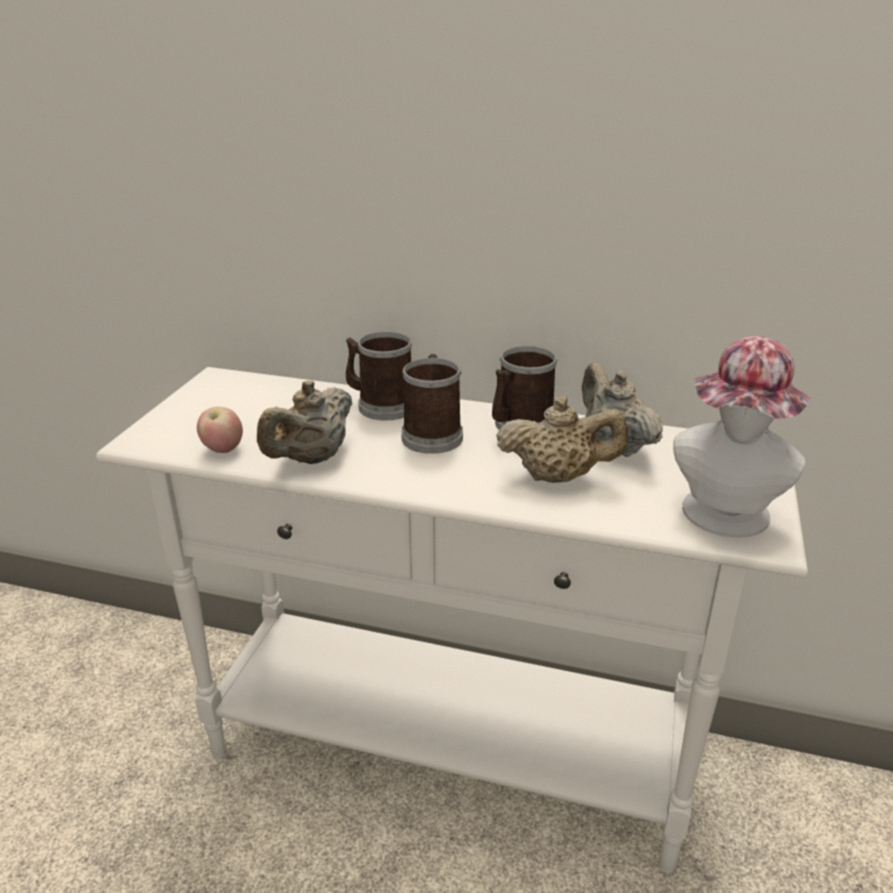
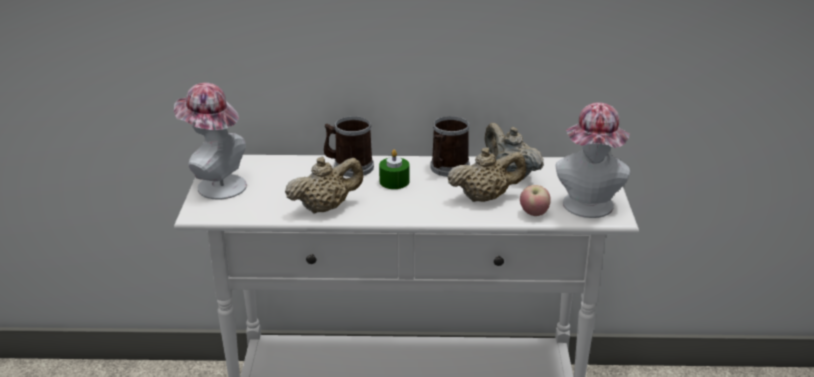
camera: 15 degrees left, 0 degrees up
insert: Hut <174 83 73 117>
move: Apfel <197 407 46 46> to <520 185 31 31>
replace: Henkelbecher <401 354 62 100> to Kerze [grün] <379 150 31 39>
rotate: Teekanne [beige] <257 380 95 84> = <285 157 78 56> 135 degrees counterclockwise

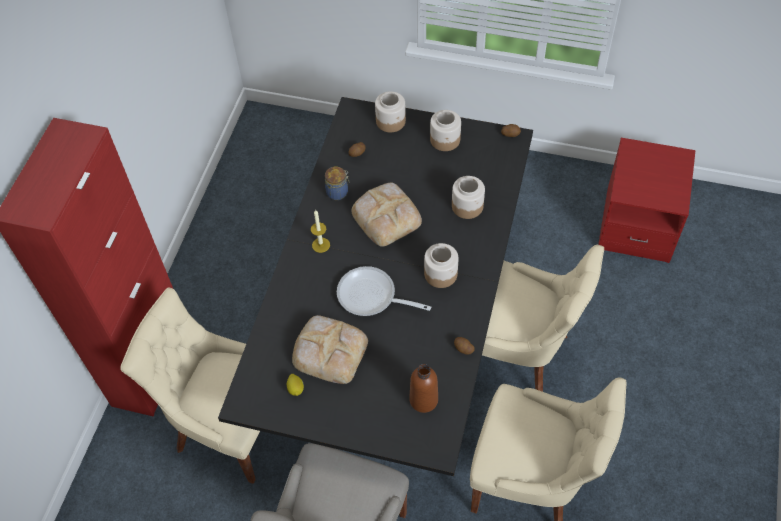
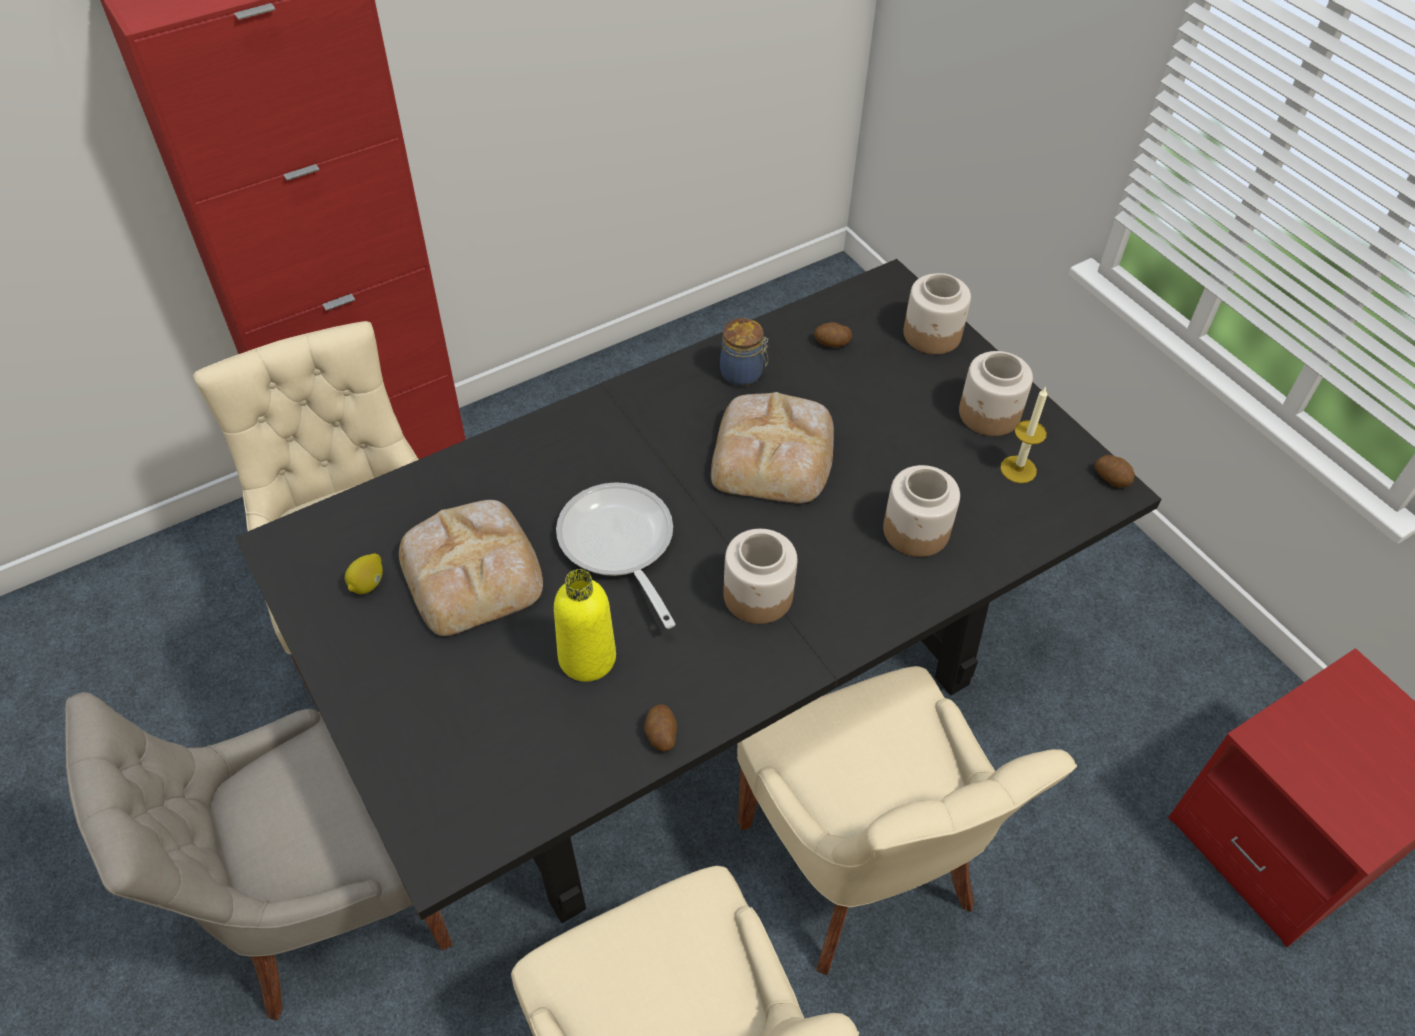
camera: 40 degrees right, 5 degrees down
delete: Flasche [braun] <409 364 29 49>
insert: Flasche [gelb] <554 569 62 113>
move: Kerze <311 210 19 43> to <1000 387 47 96>

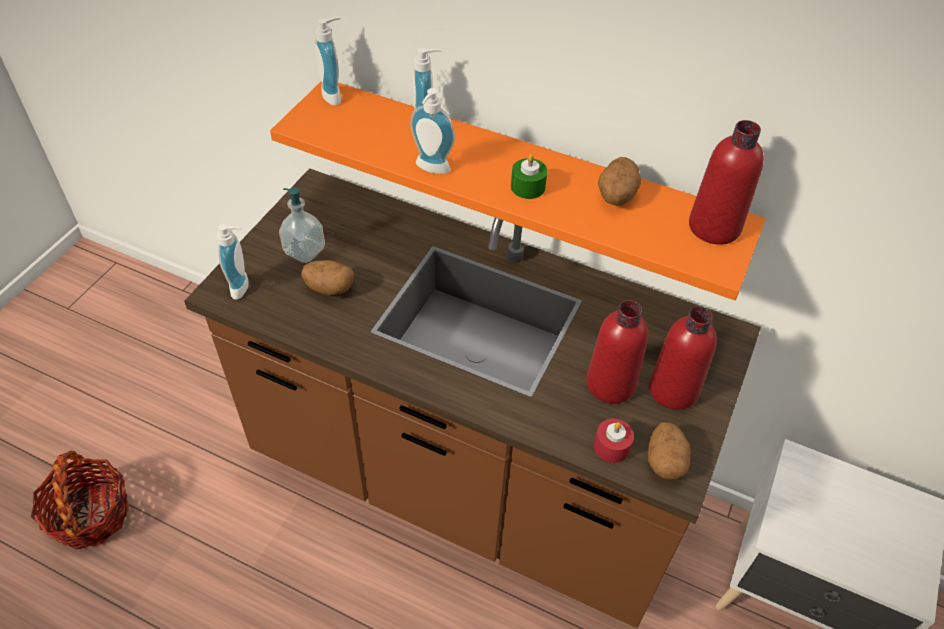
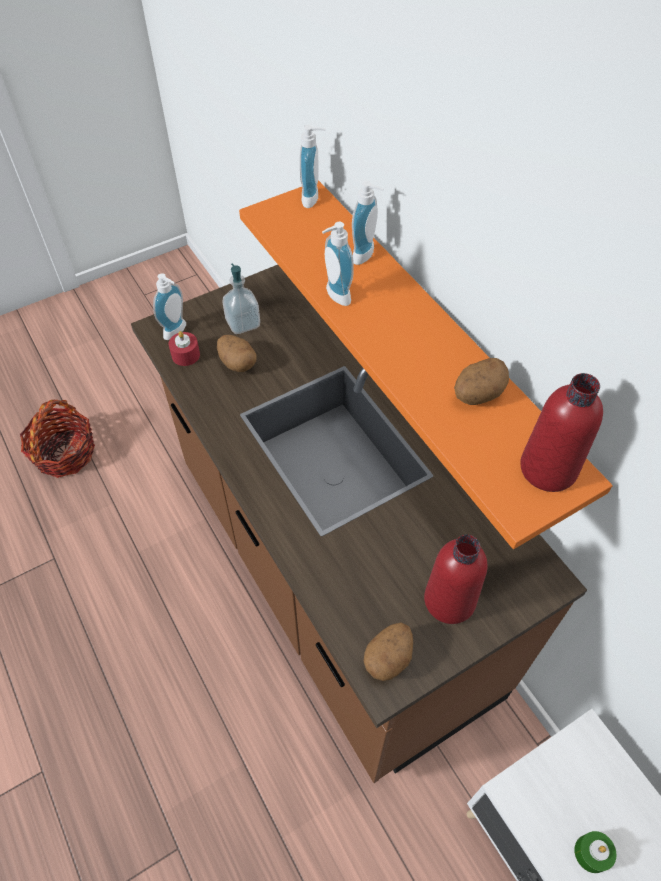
camera: 35 degrees right, 5 degrees up
delete: Flasche [rot] <586 300 62 104>
move: Kerze [grün] <511 154 36 45> to <574 831 43 42>; Kerze [rot] <594 419 40 44> to <169 331 31 35>

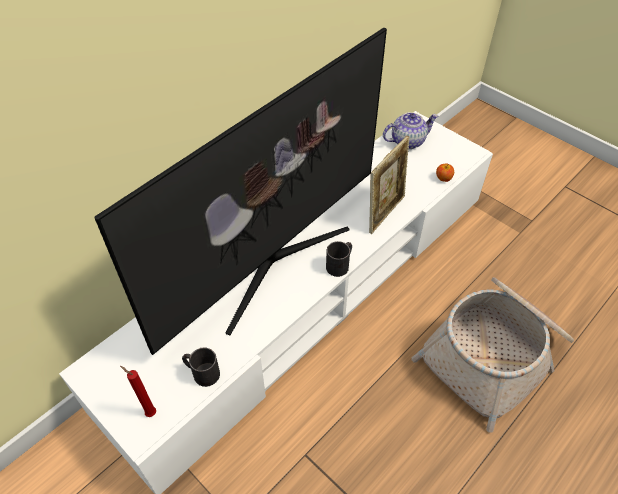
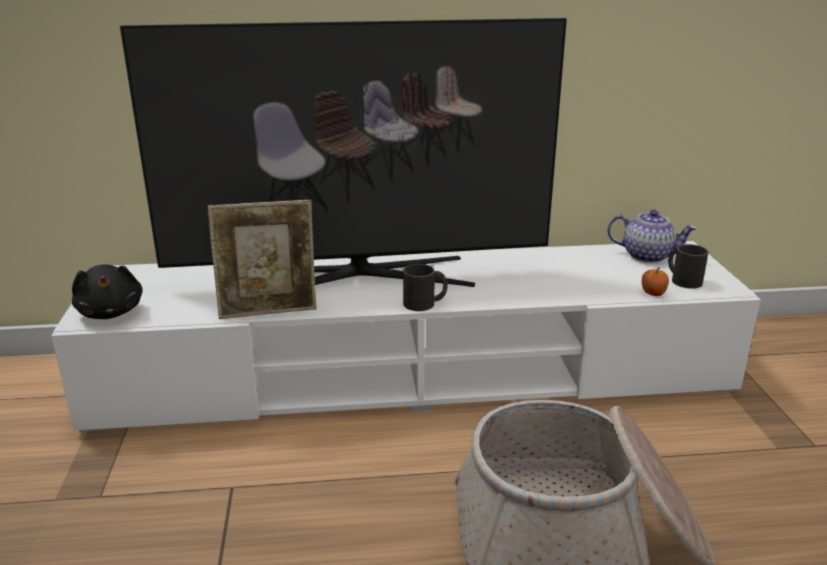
camera: 40 degrees right, 25 degrees down
move: Bilderrahmen <369 136 41 98> to <208 200 109 119>; Henkelbecher [schwarz] <182 347 38 40> to <668 244 40 45>
replace: Kerze [rot] <120 366 36 51> to Plüschtier [schwarz] <72 264 71 55>

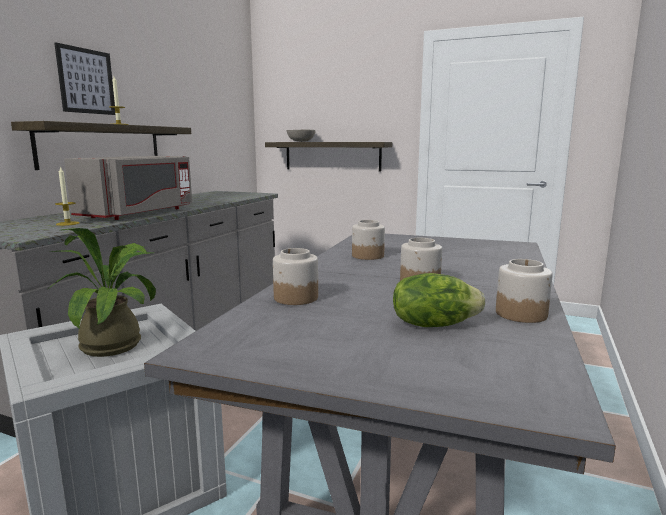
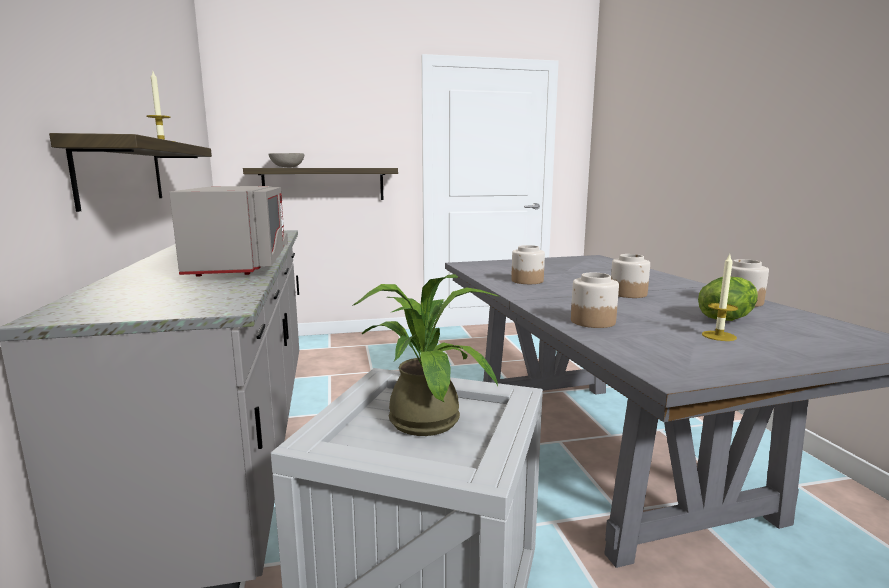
camera: 35 degrees left, 0 degrees up
delete: Bild <54 42 61 73>
move: Kerze <55 166 25 60> to <702 254 36 87>

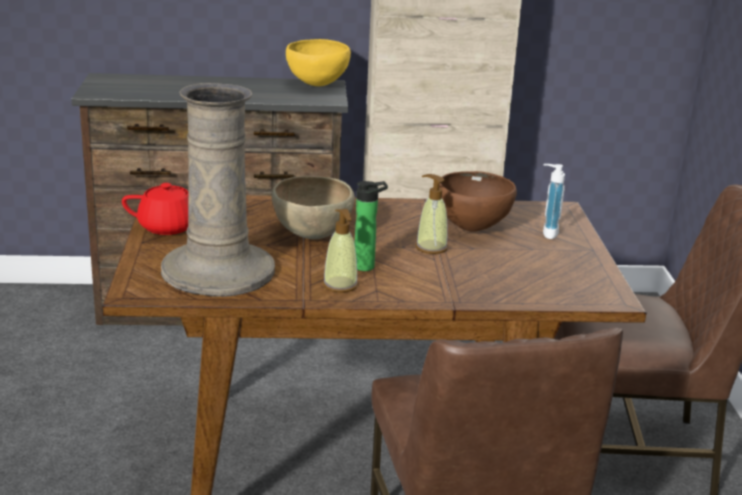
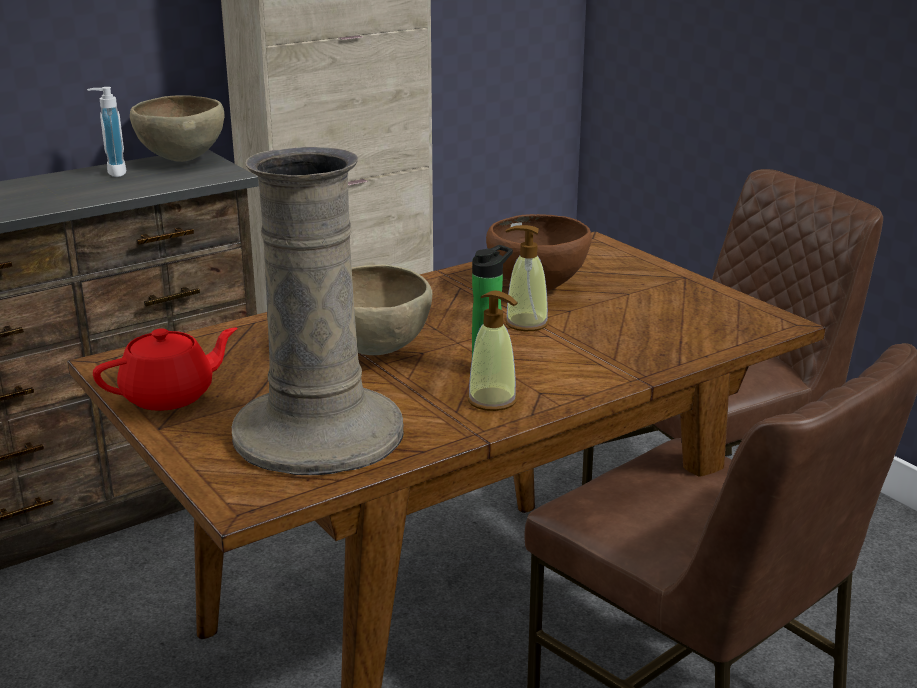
camera: 30 degrees left, 0 degrees up
move: Seifenspender <543 164 22 75> to <87 87 39 90>
recolor: Schüssel [gelb] <286 39 65 47> to Schüssel [braun] <130 95 94 67>

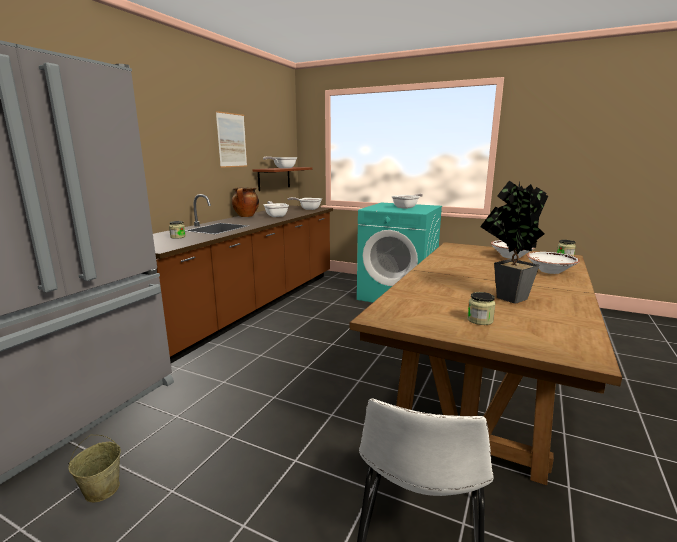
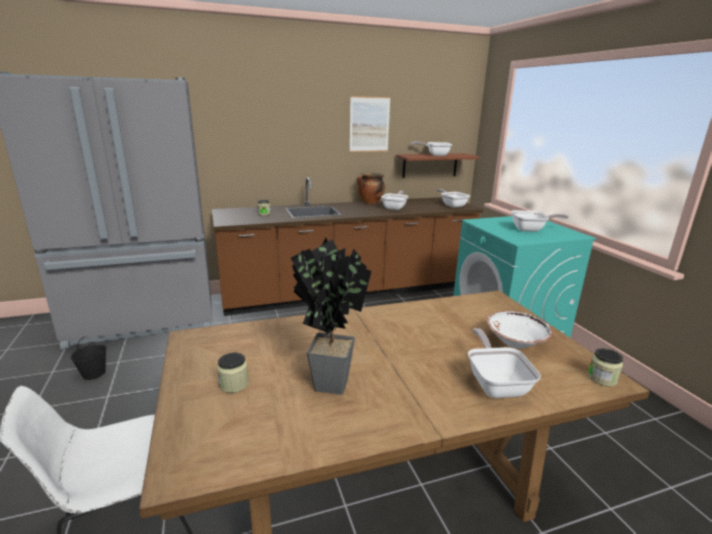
camera: 45 degrees right, 5 degrees up
replace: Schüssel [weiß] <527 252 53 22> to Pfanne <468 328 73 70>
recolor: Eimer [beige] <68 435 53 67> to Eimer [schwarz] <71 337 35 43>

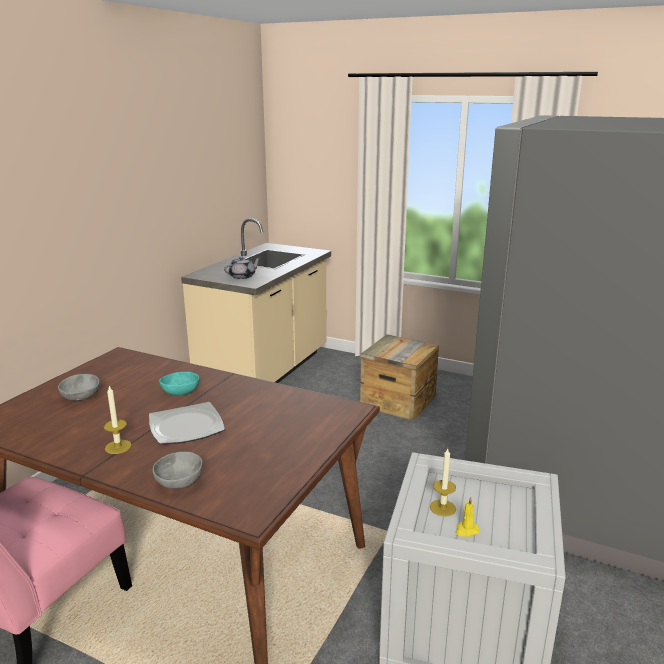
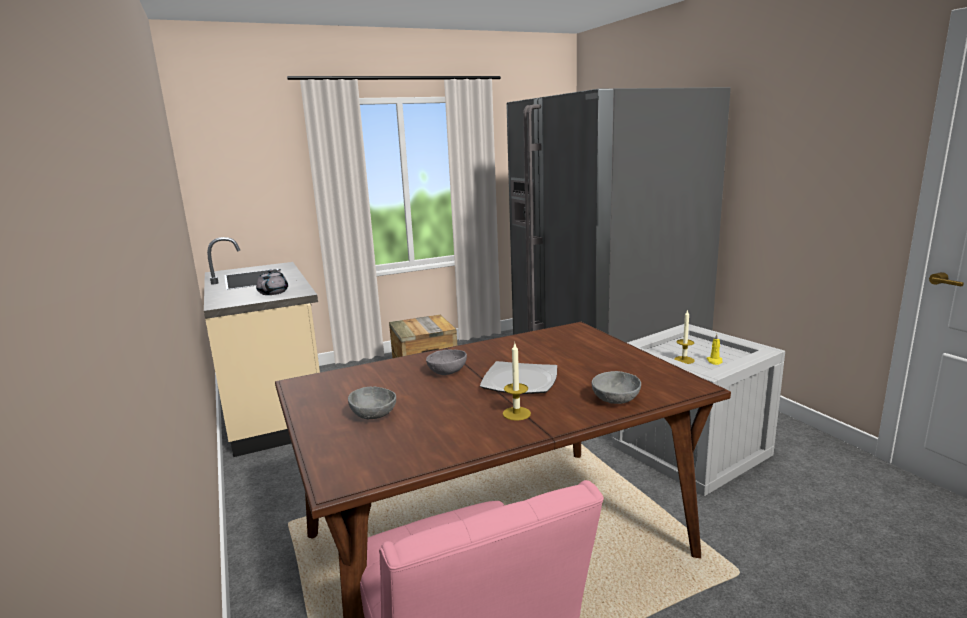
camera: 50 degrees left, 5 degrees down
recolor: Schüssel [türkis] <159 372 40 24> to Schüssel [grau] <426 350 41 25>

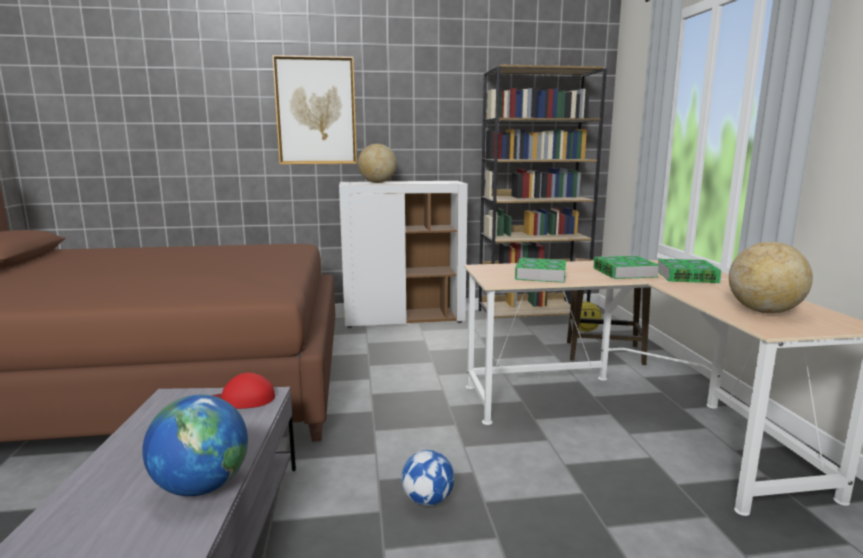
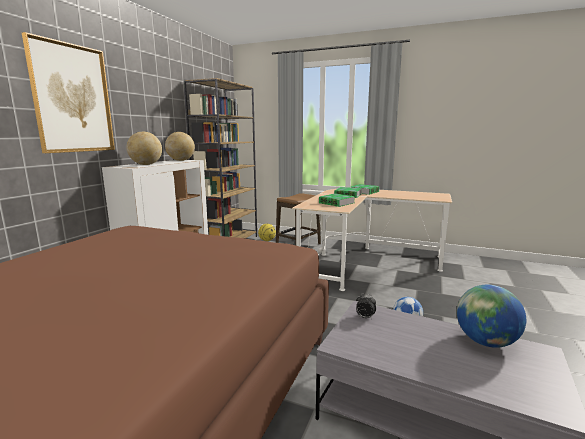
camera: 60 degrees left, 0 degrees up
move: Globus <729 242 84 72> to <165 132 30 29>
replace: Kappe [rot] <211 373 64 36> to Wecker <356 293 20 26>

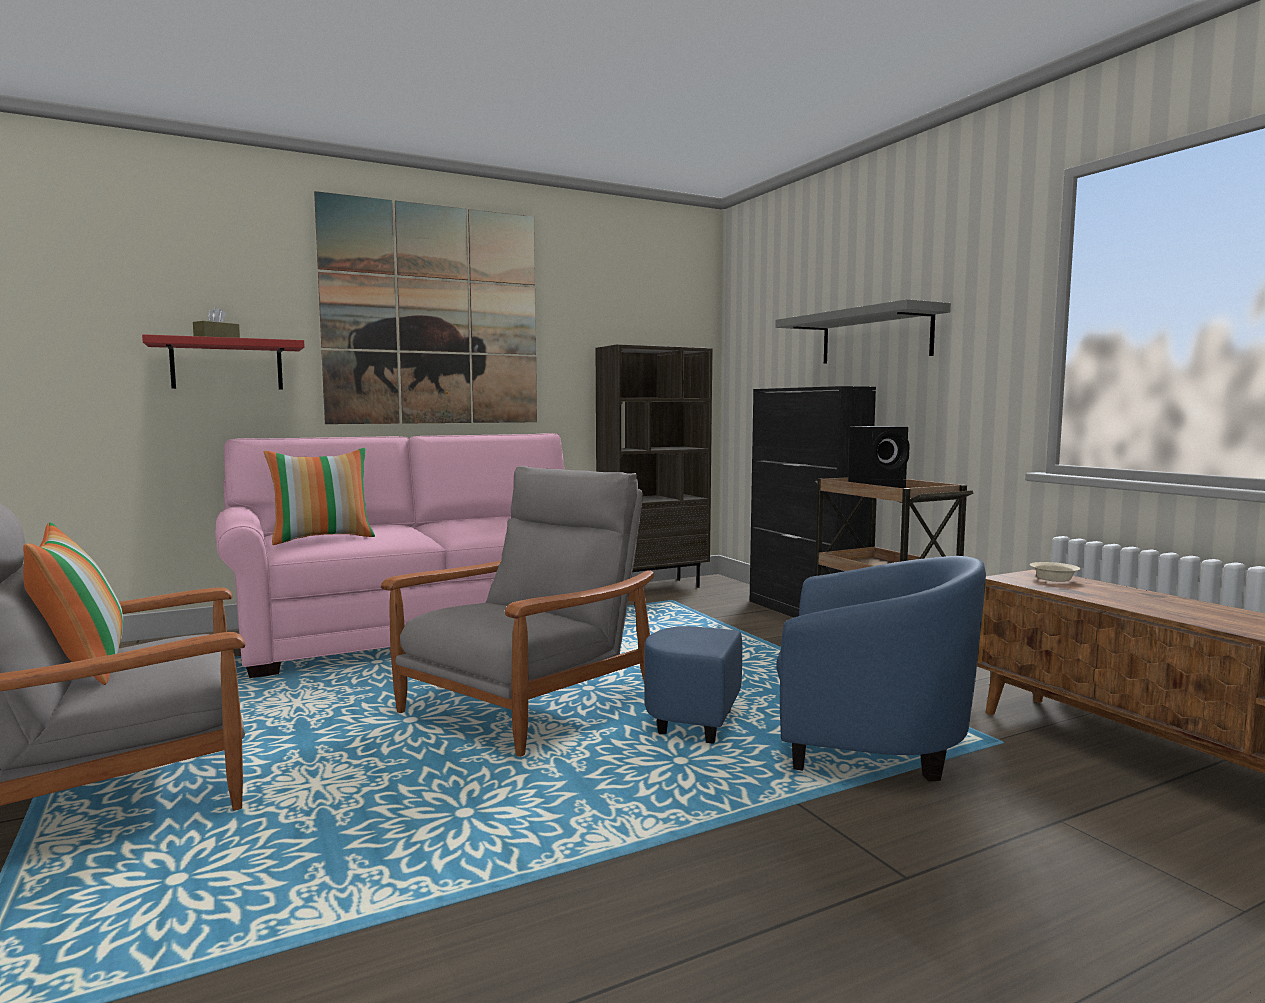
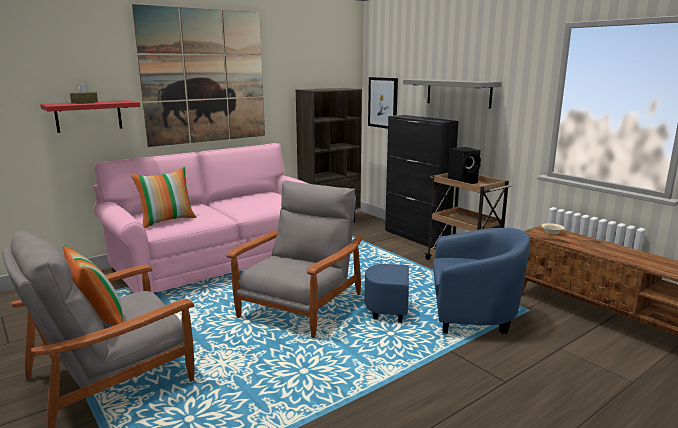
camera: 10 degrees left, 10 degrees up
insert: Bild <368 77 30 52>

